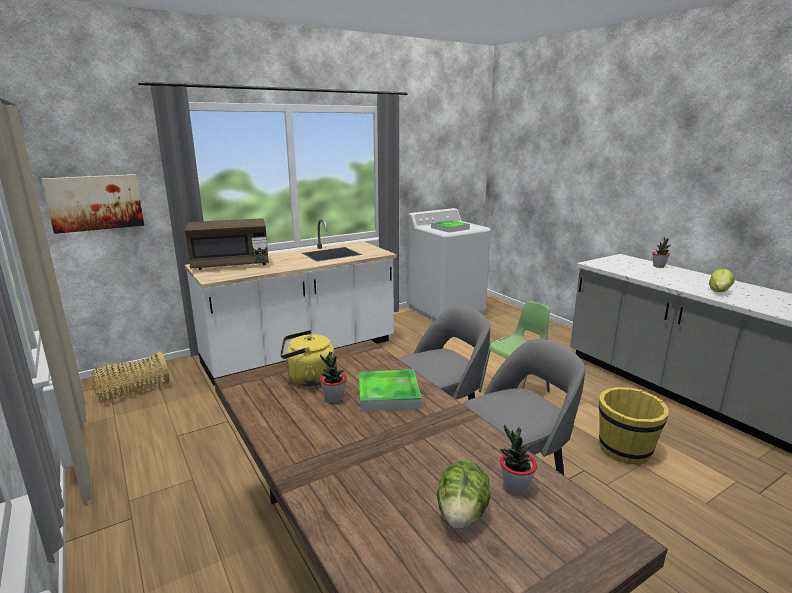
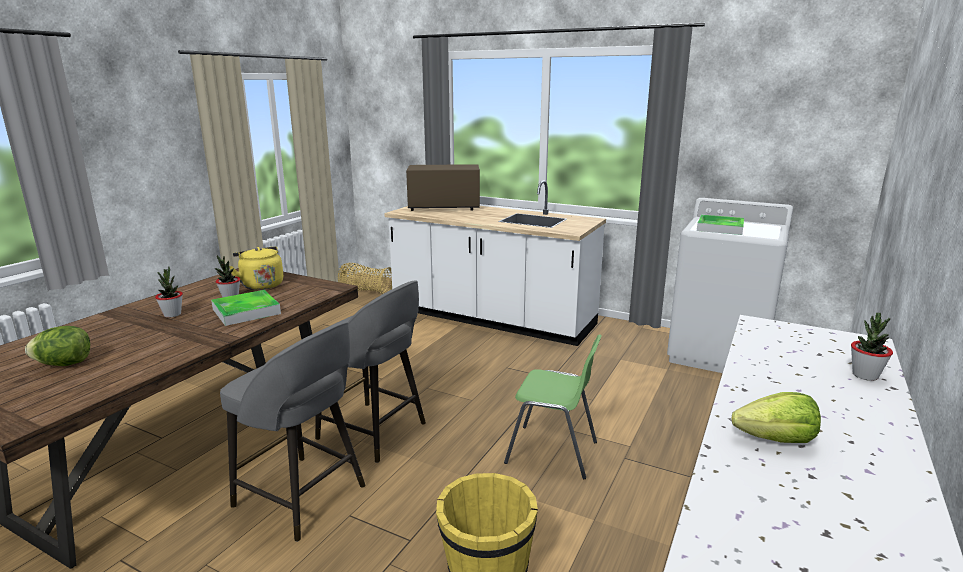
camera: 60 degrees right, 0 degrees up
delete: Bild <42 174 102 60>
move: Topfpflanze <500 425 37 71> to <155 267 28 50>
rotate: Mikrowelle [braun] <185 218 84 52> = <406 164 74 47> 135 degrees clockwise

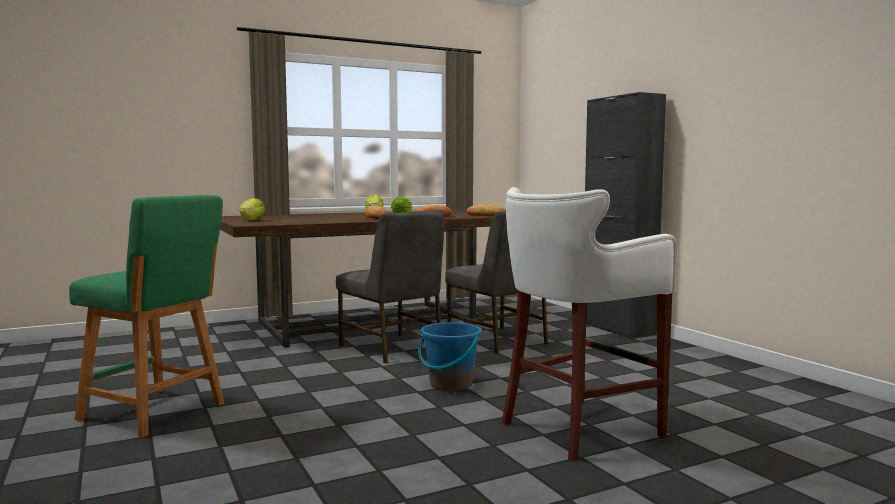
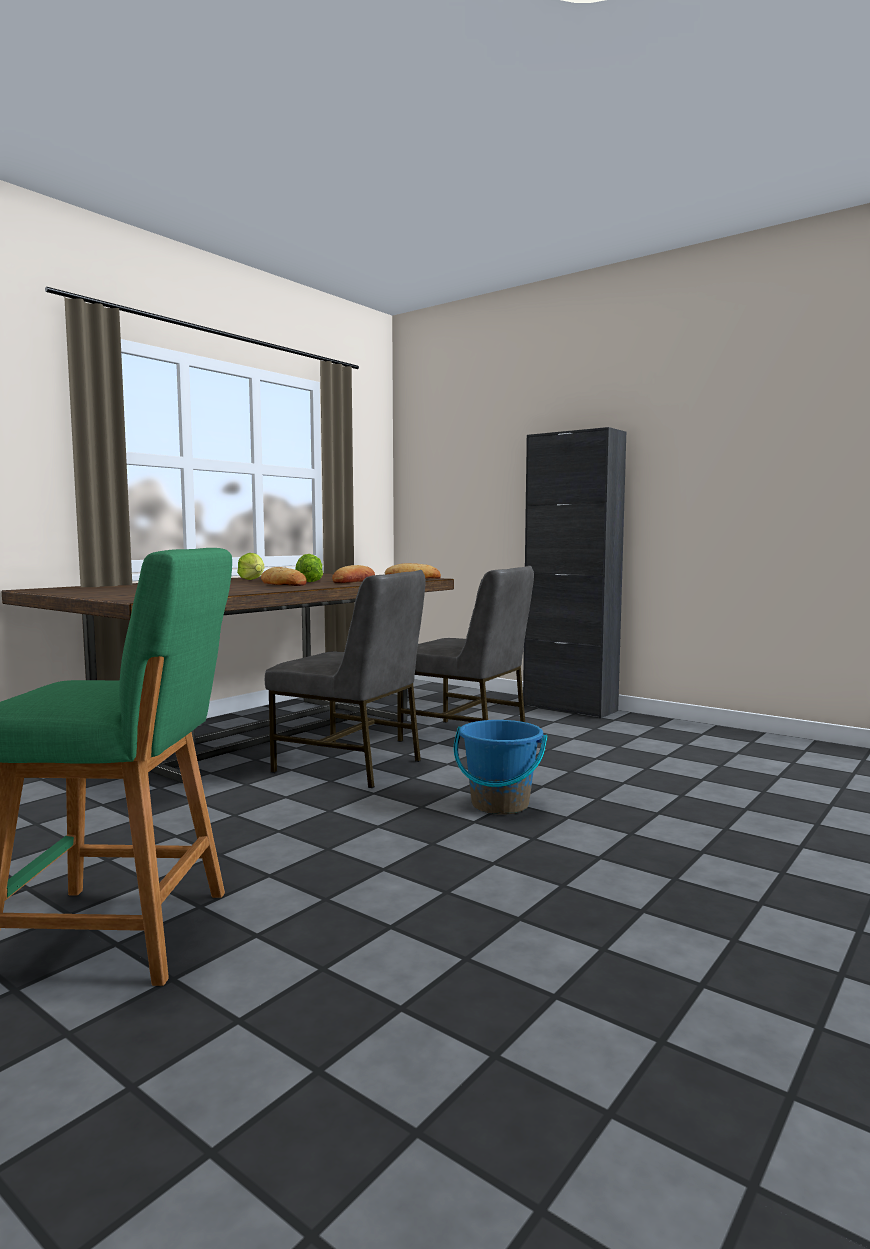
camera: 25 degrees left, 0 degrees up
delete: Hocker [weiß] <502 187 174 274>; Salatkopf <240 198 25 23>

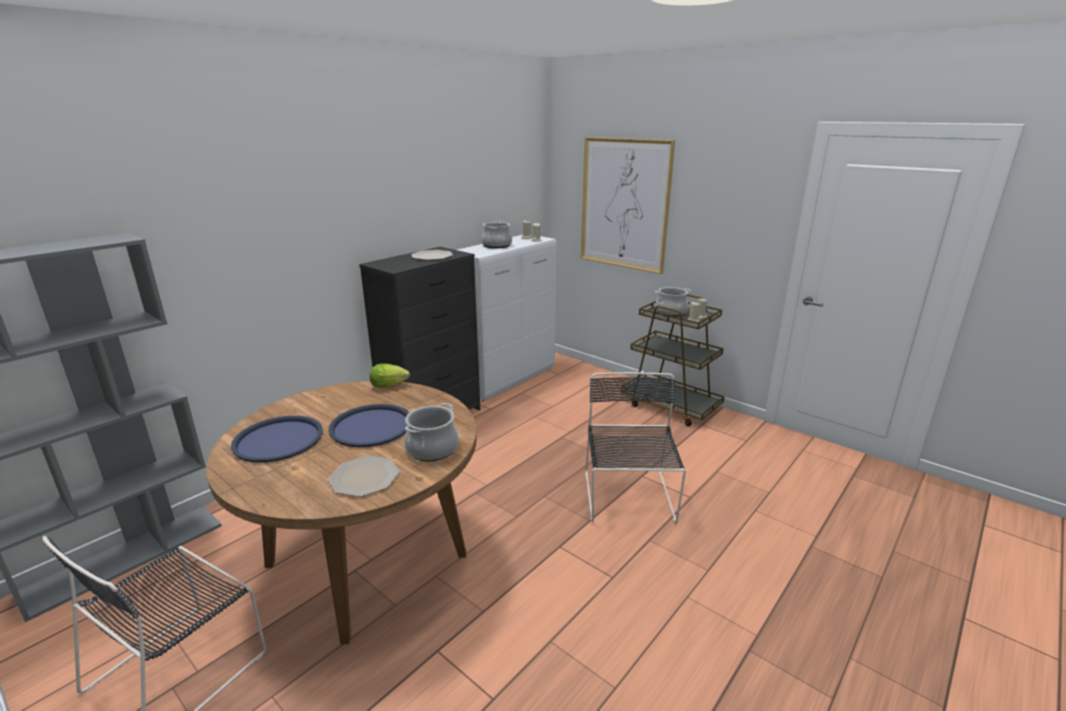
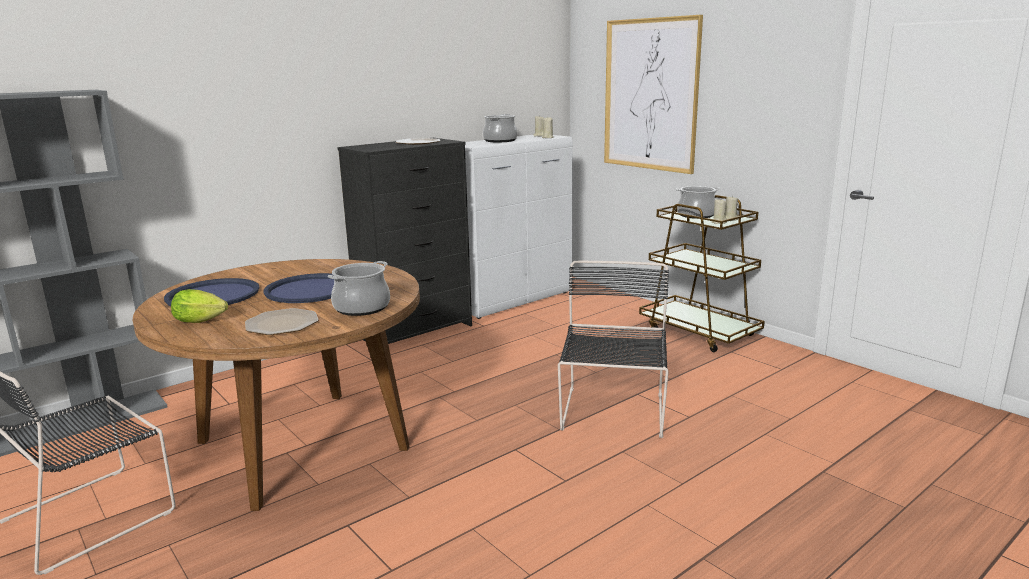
camera: 10 degrees right, 5 degrees down
move: Salatkopf <369 364 41 24> to <171 289 57 34>

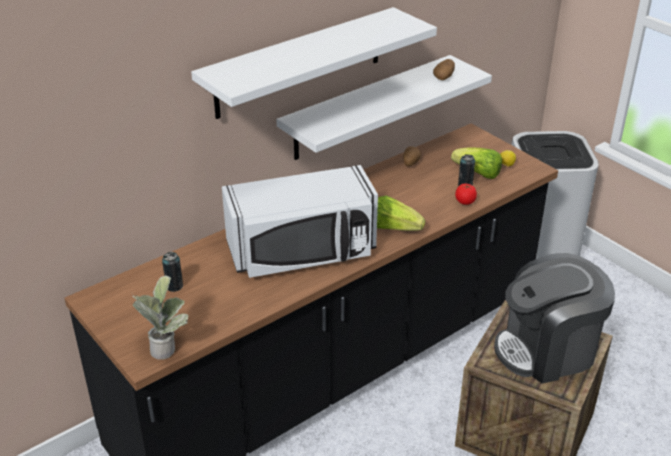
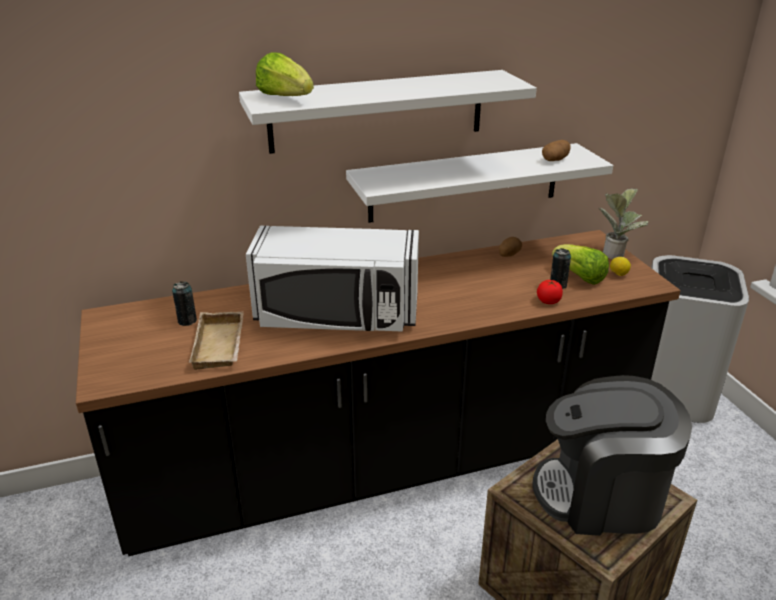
camera: 20 degrees right, 5 degrees down
insert: Tablett [beige] <189 311 55 59>
move: Salatkopf <377 196 48 35> to <256 52 58 44>; Topfpflanze <132 276 56 84> to <598 189 50 70>

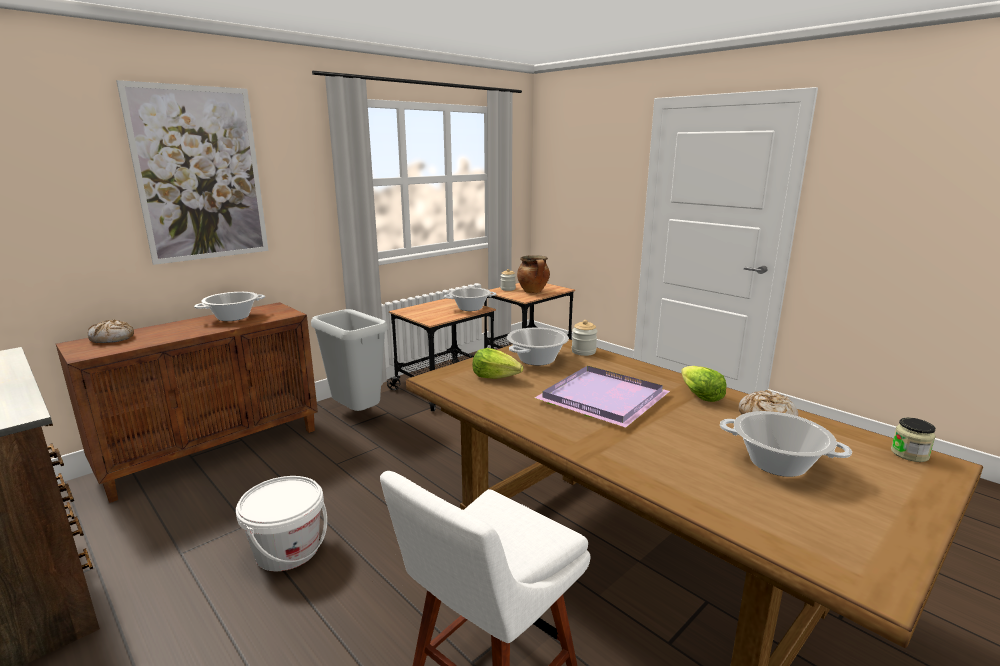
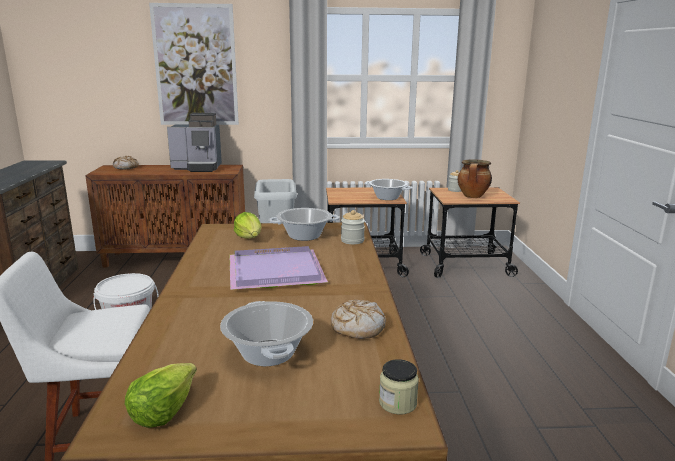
camera: 40 degrees right, 0 degrees up
move: Salatkopf <681 366 46 36> to <125 363 72 65>
replace: Kochtopf <194 292 71 29> to Kaffeemaschine <167 113 55 59>

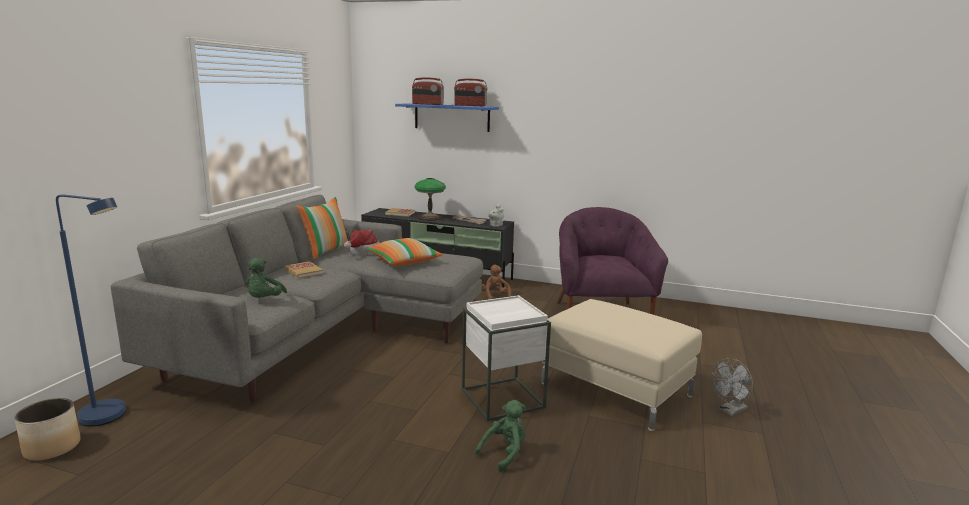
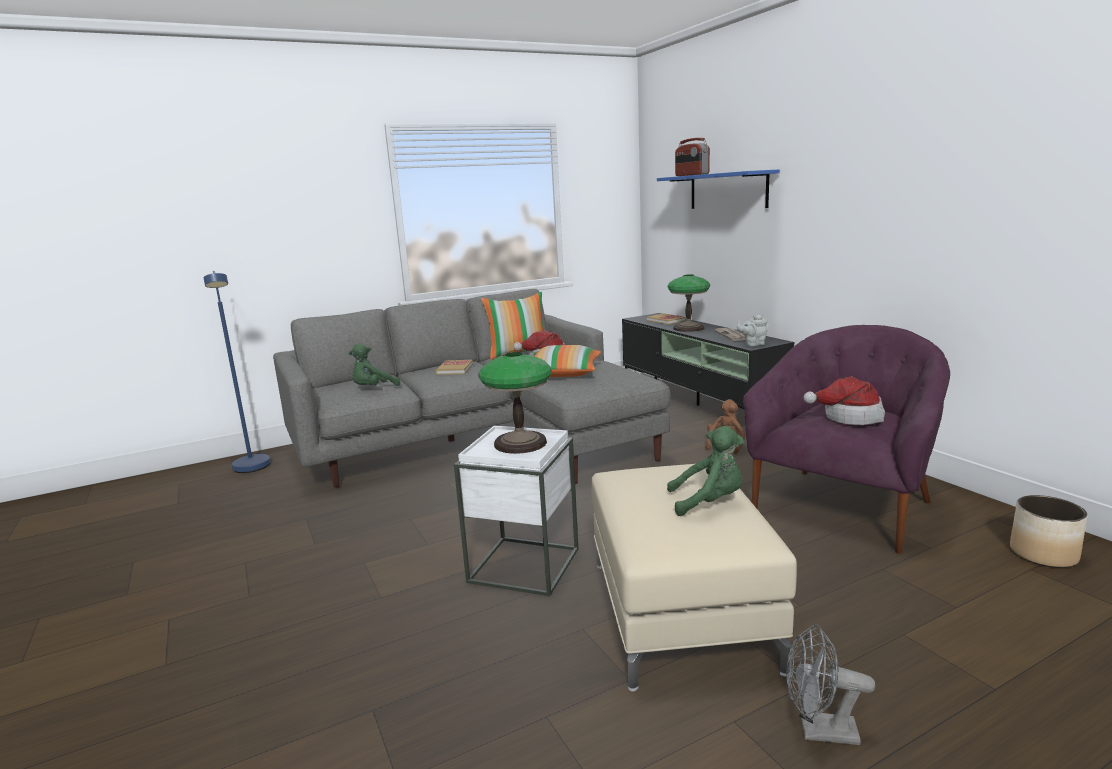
camera: 45 degrees right, 0 degrees up
delete: Radio <454 79 33 27>
insert: Tischlampe <479 352 73 102>; Hut <803 377 82 48>
move: Pflanzkübel <14 398 66 63> to <1010 495 78 73>; Plüschtier [grün] <475 400 51 72> to <667 426 77 90>

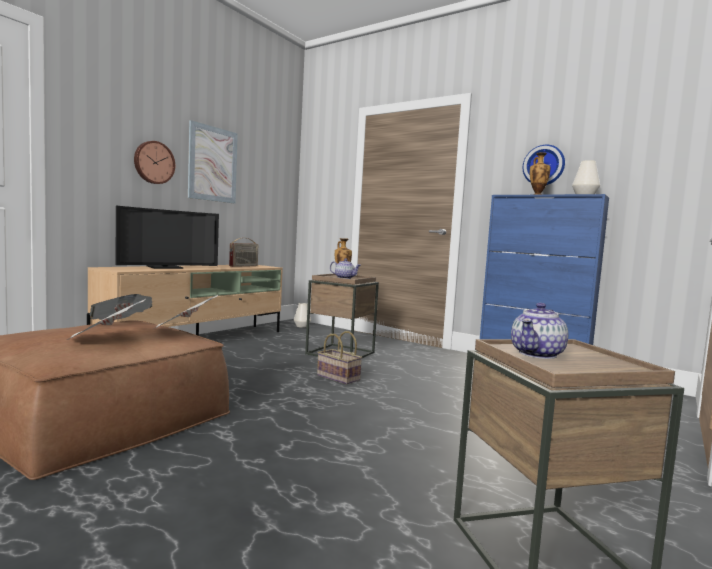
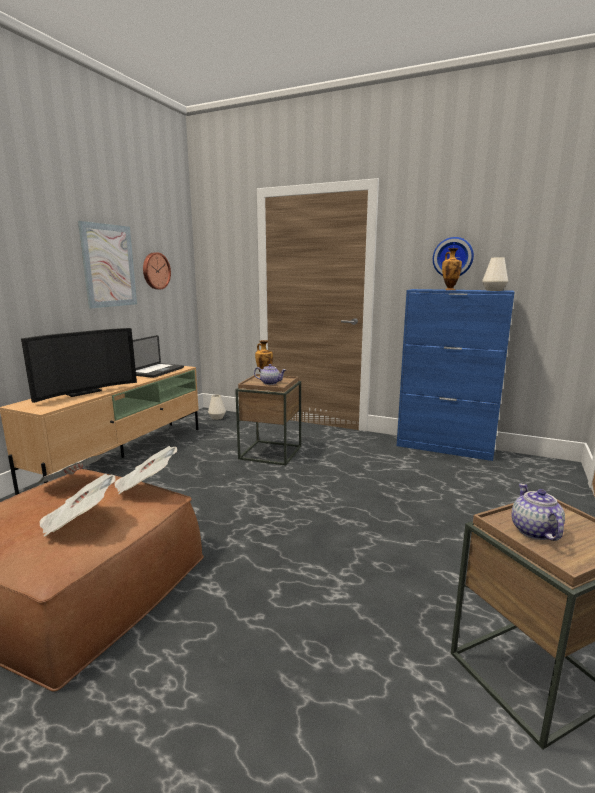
camera: 10 degrees left, 10 degrees up
delete: Korb <317 331 45 54>
move: Wanduhr <134 141 41 43> to <143 252 28 37>
replace: Radio <229 238 29 29> to Laptop <133 335 51 43>
rotate: Teekanne <511 303 57 56> = <512 484 53 57> 150 degrees clockwise

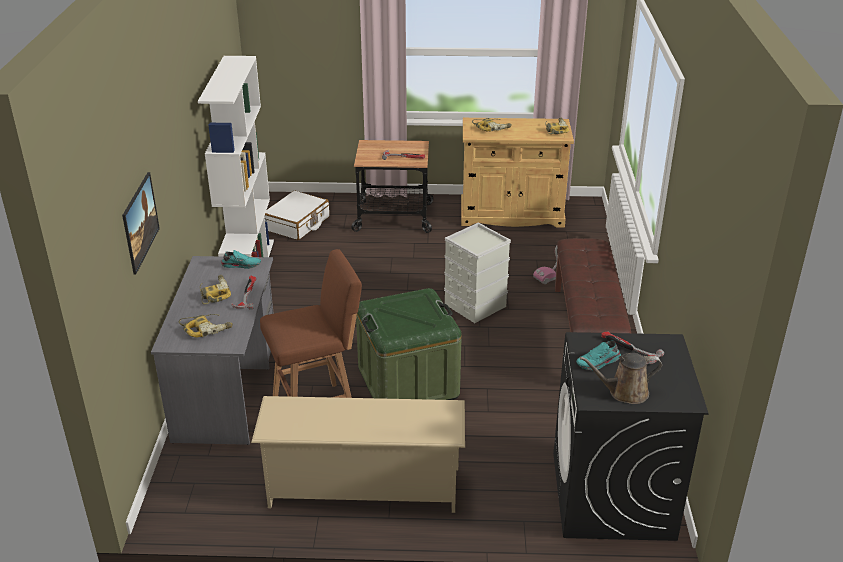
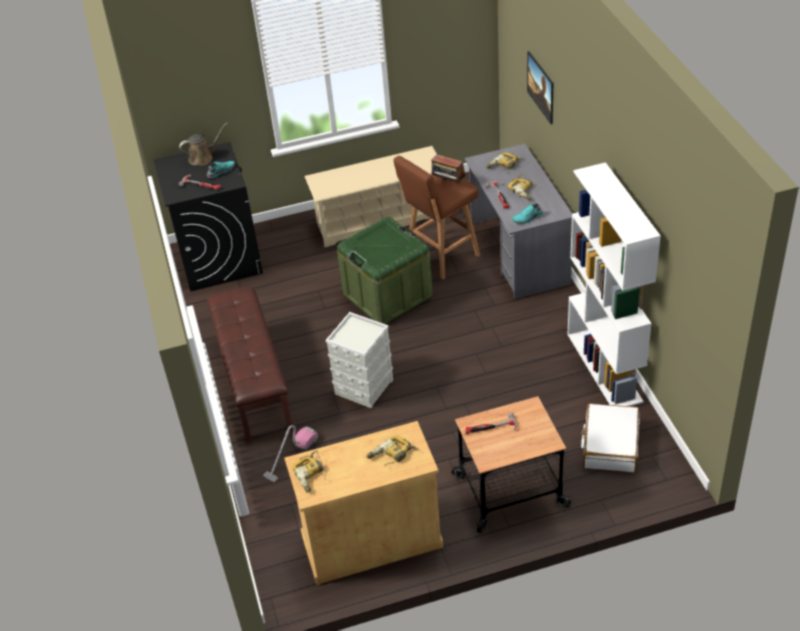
camera: 165 degrees right, 10 degrees up
insert: Radio <431 154 35 28>

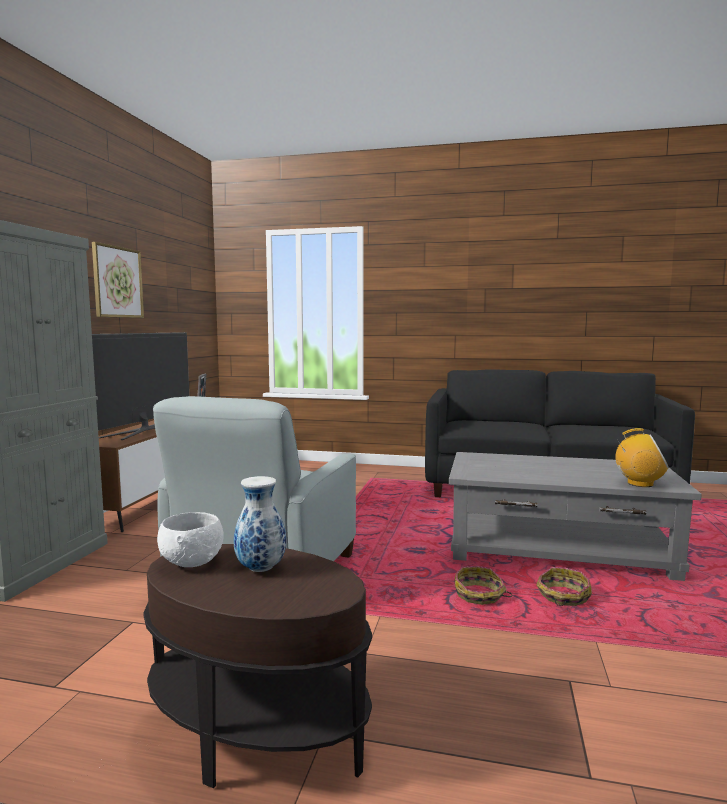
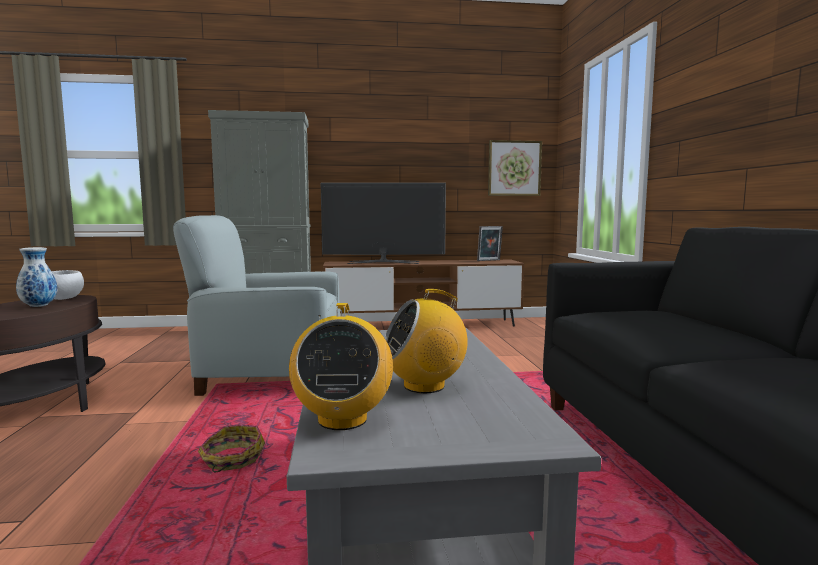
camera: 70 degrees right, 0 degrees up
delete: Korb <536 567 56 39>
insert: Radio <385 289 83 104>
move: Bild <92 242 52 76> to <488 140 54 56>

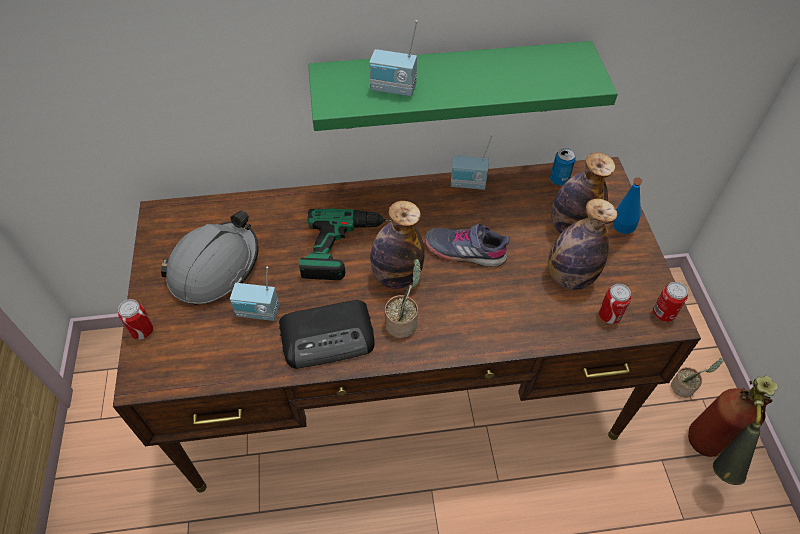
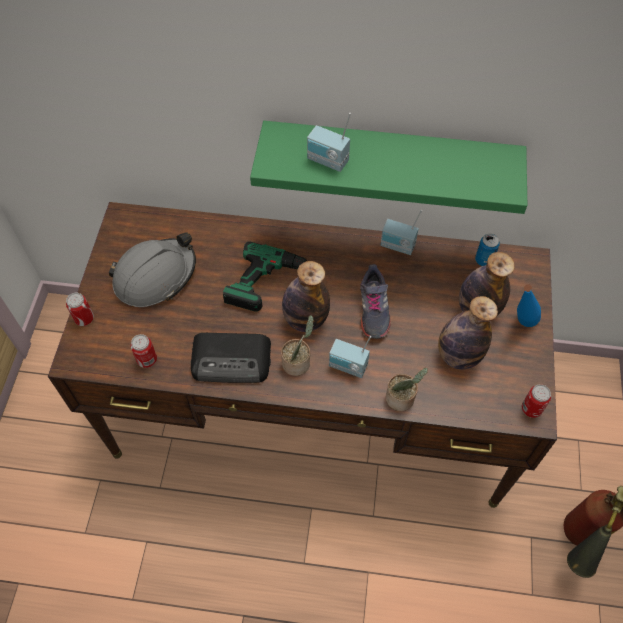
camera: 15 degrees right, 5 degrees up
move: Radio <230 266 49 55> to <329 336 42 42>; Dose <599 284 32 40> to <131 334 26 34>; Topfpflanze <671 358 53 40> to <386 368 42 43>
rotate: Schuh [grau] <425 223 85 44> = <360 264 31 75> 120 degrees counterclockwise

